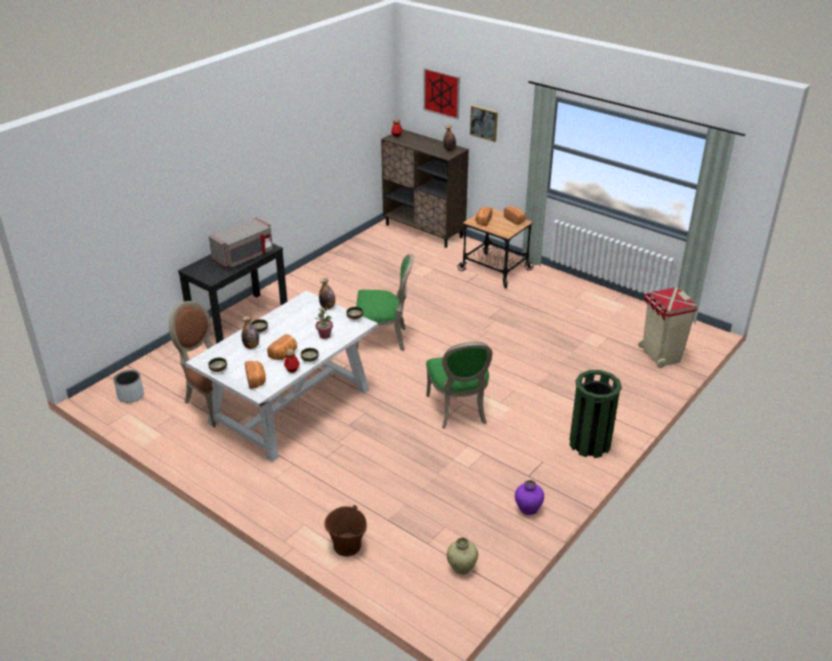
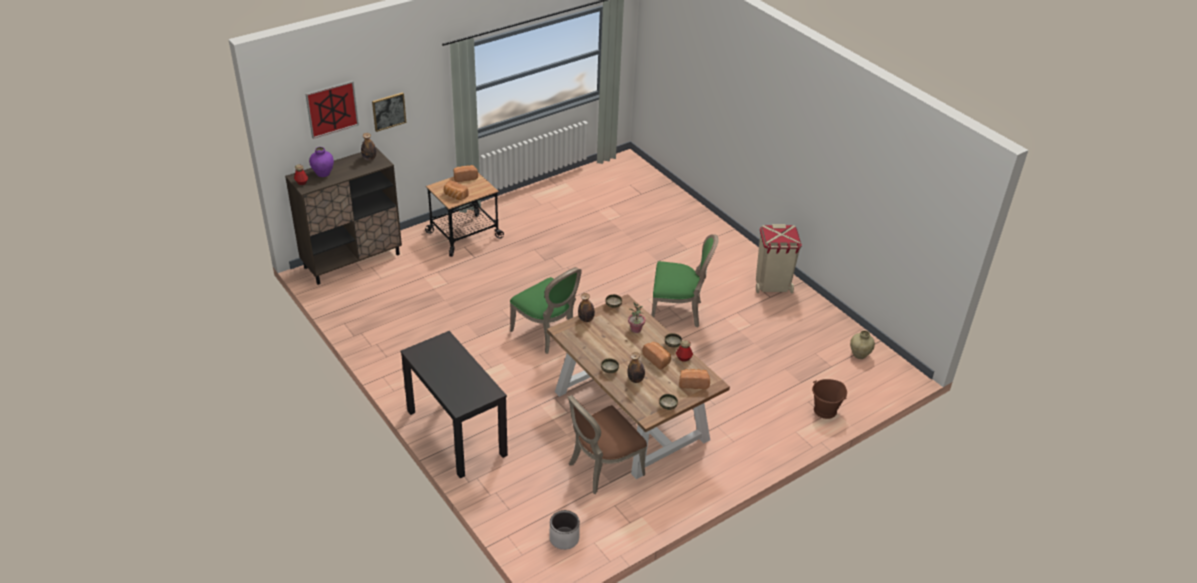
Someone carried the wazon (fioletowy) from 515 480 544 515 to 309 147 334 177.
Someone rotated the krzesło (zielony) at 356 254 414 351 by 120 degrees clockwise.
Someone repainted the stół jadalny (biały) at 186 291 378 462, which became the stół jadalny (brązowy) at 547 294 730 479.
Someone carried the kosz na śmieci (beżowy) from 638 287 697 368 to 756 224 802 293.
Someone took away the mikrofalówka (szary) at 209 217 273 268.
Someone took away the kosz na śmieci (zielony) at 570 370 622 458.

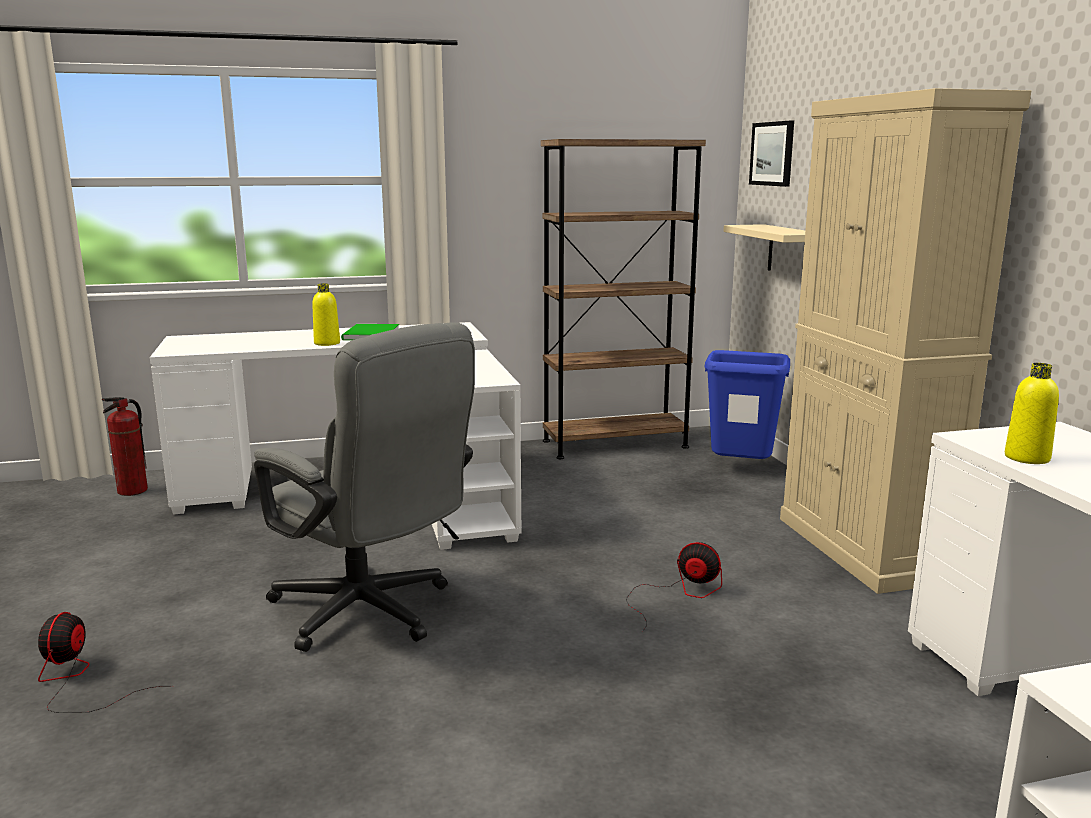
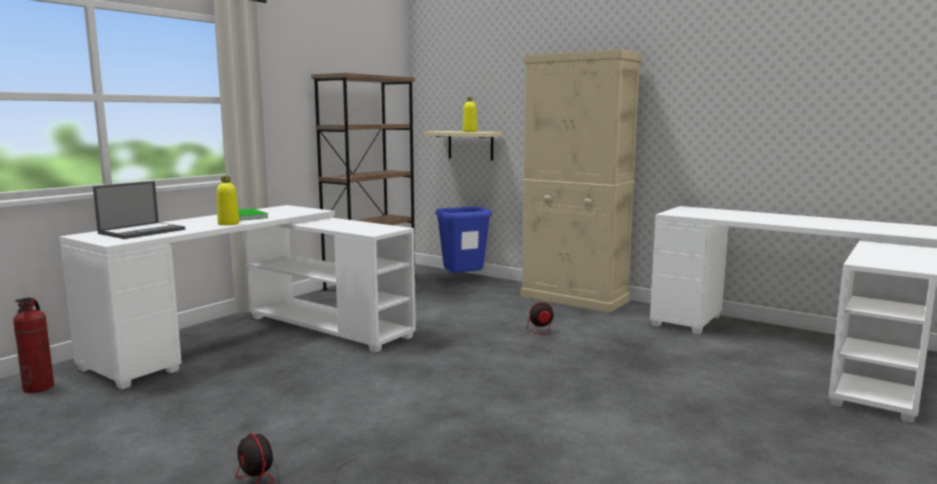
Someone put down the laptop at 93 181 185 239.
Someone carried the butelka (żółty) from 1005 363 1059 464 to 463 97 477 132.
Someone took away the krzesło biurowe (szary) at 254 322 475 652.
Someone took away the obraz at 749 121 794 187.

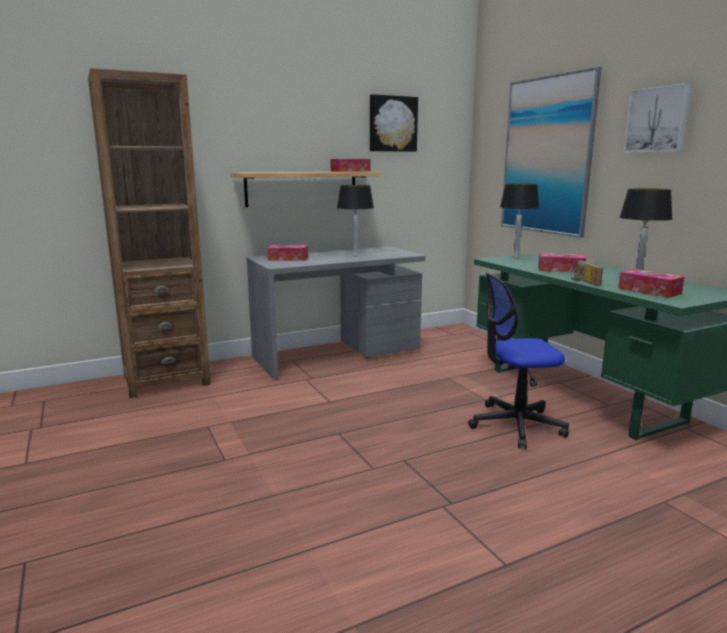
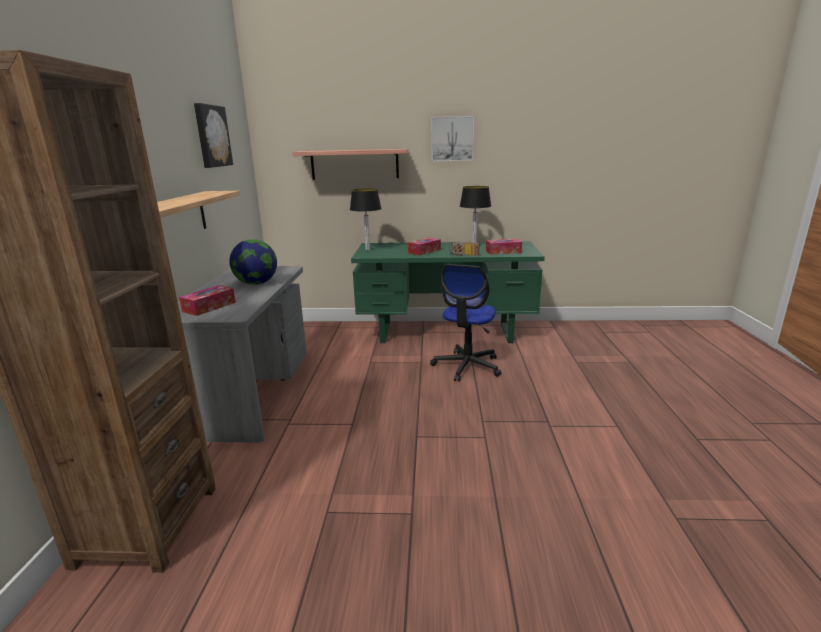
Someone swapped the lampa stołowa at 337 185 374 257 for the globus at 229 239 277 285.
Someone swapped the obraz at 501 66 602 238 for the półka at 292 149 409 180.
Someone took away the pudełko chusteczek at 330 159 370 172.

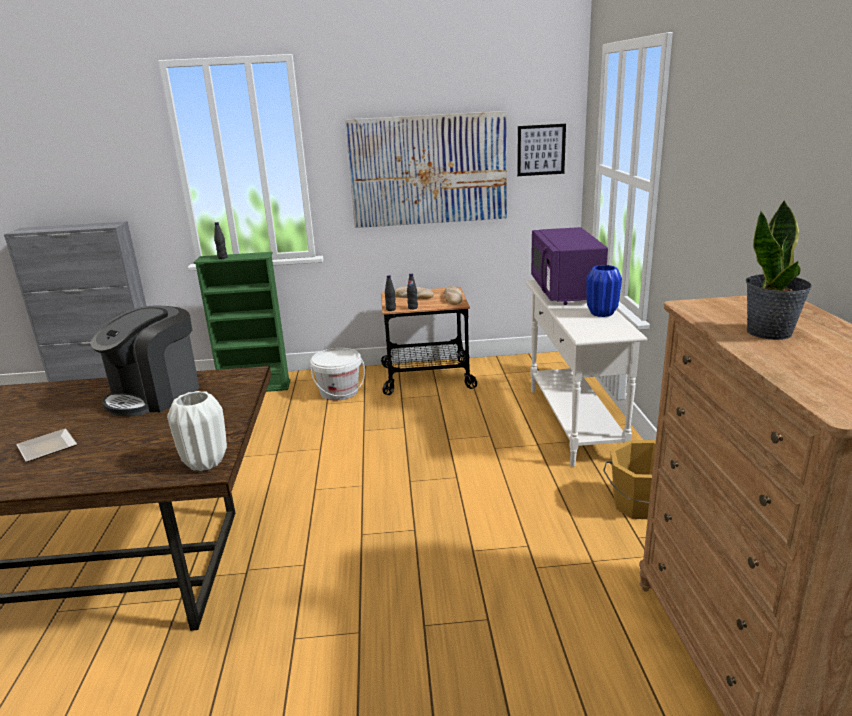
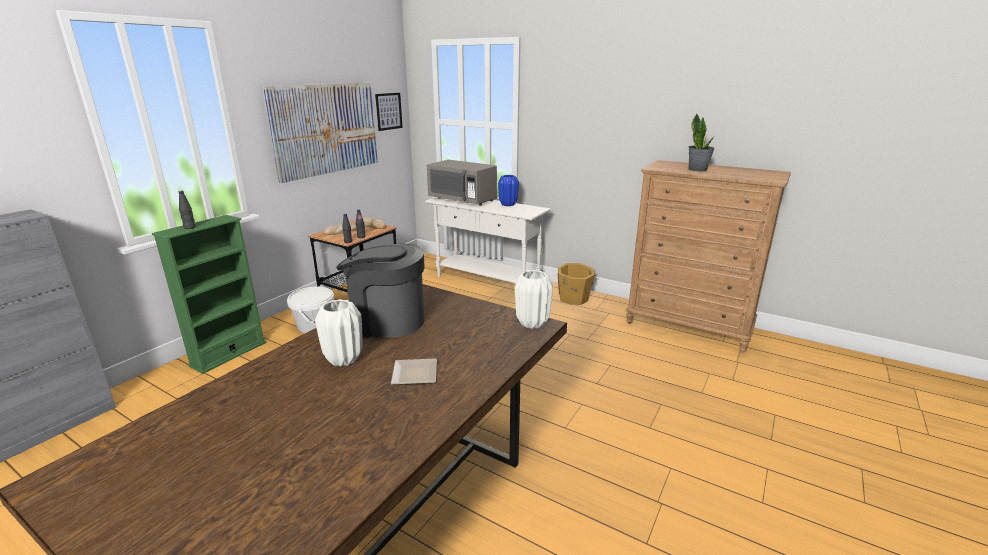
Someone put down the wazon (biały) at 315 299 363 367.
Someone rotated the ekspres do kawy at 91 305 199 416 by 120 degrees clockwise.
Someone repainted the mikrofalówka (fioletowy) at 531 227 608 305, which became the mikrofalówka (szary) at 427 160 497 206.

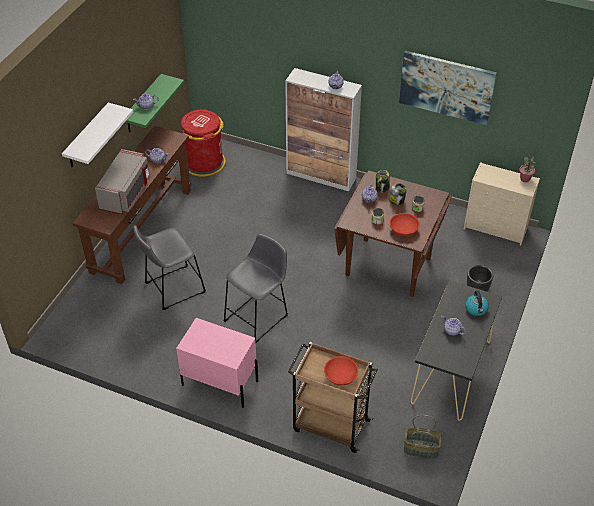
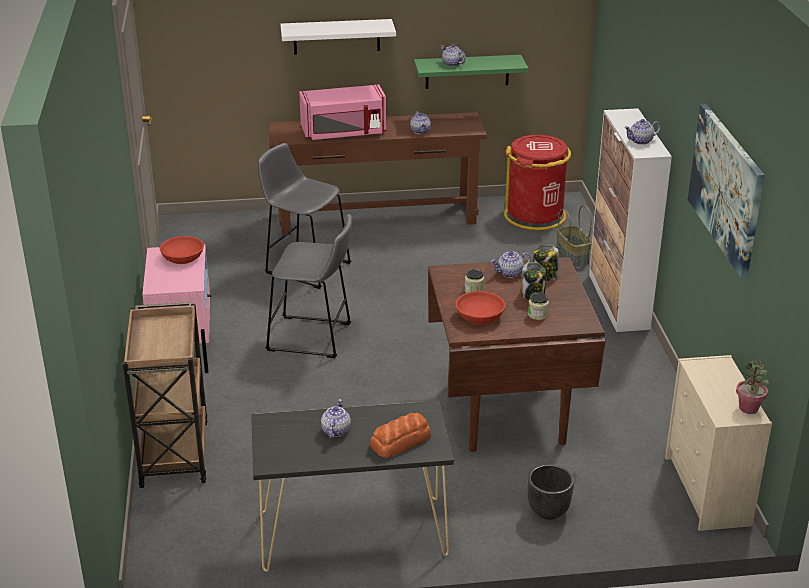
Someone carried the miska (czerwony) from 324 356 358 385 to 160 236 204 264.
Someone repainted the mikrofalówka (szary) at 95 149 150 214, which became the mikrofalówka (różowy) at 299 84 386 140.
Someone swapped the czajnik at 465 291 489 316 for the chleb at 370 412 431 458.
Someone carried the koszyk from 404 415 442 459 to 557 205 592 267.

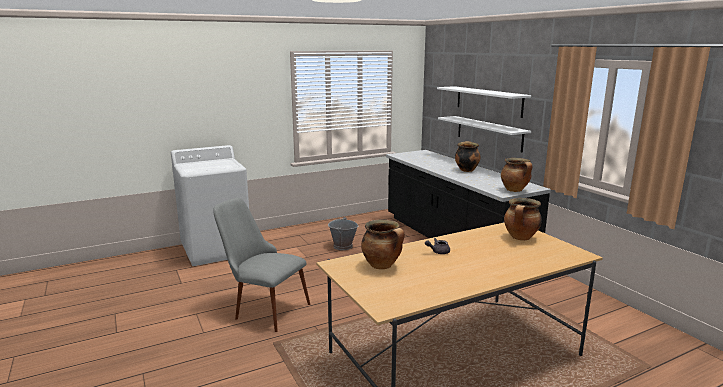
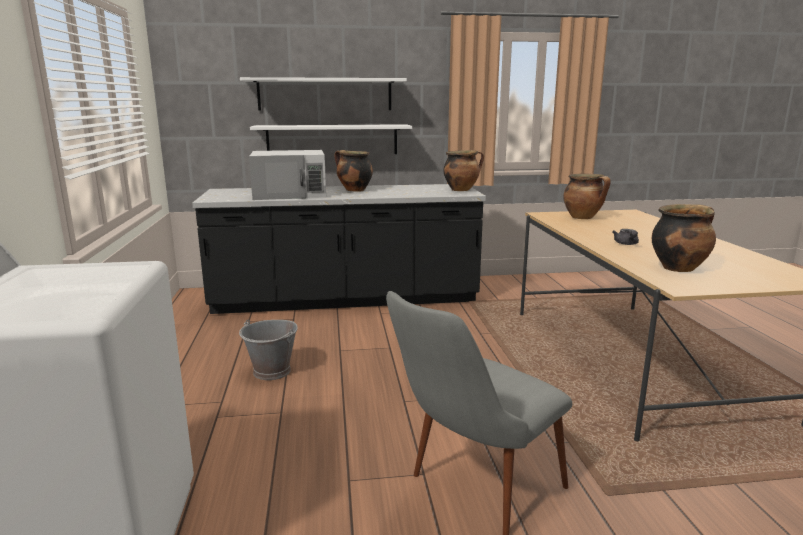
Someone put down the mikrofalówka (biały) at 249 150 326 200.

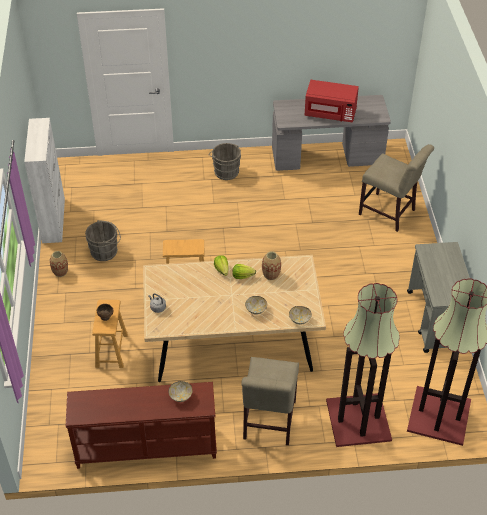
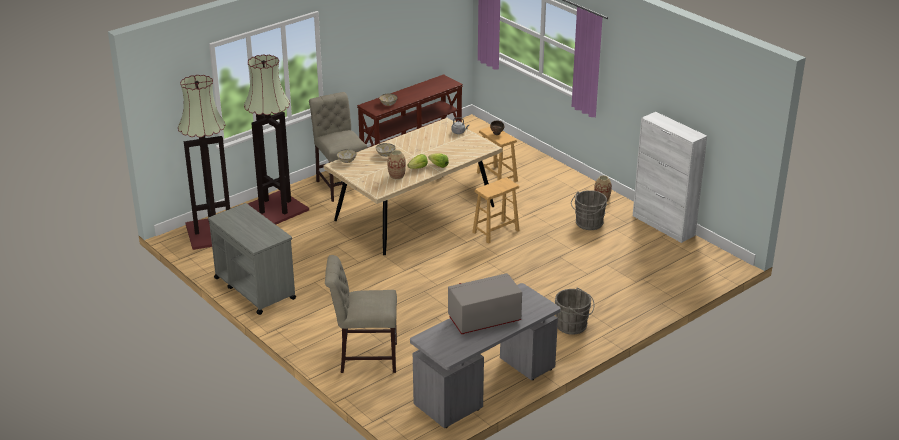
Someone repainted the mikrofalówka (czerwony) at 304 80 359 122, which became the mikrofalówka (szary) at 448 273 522 334.

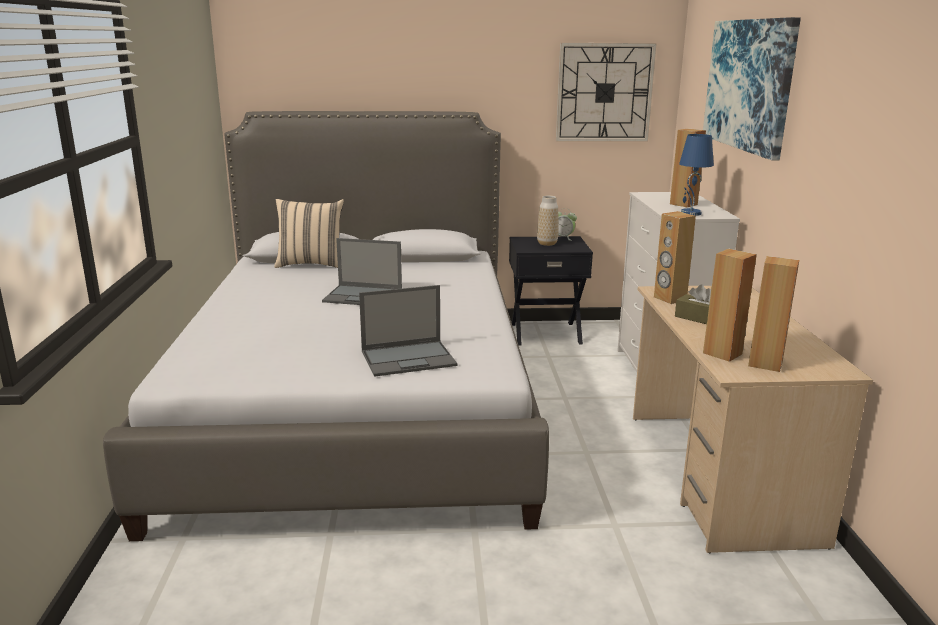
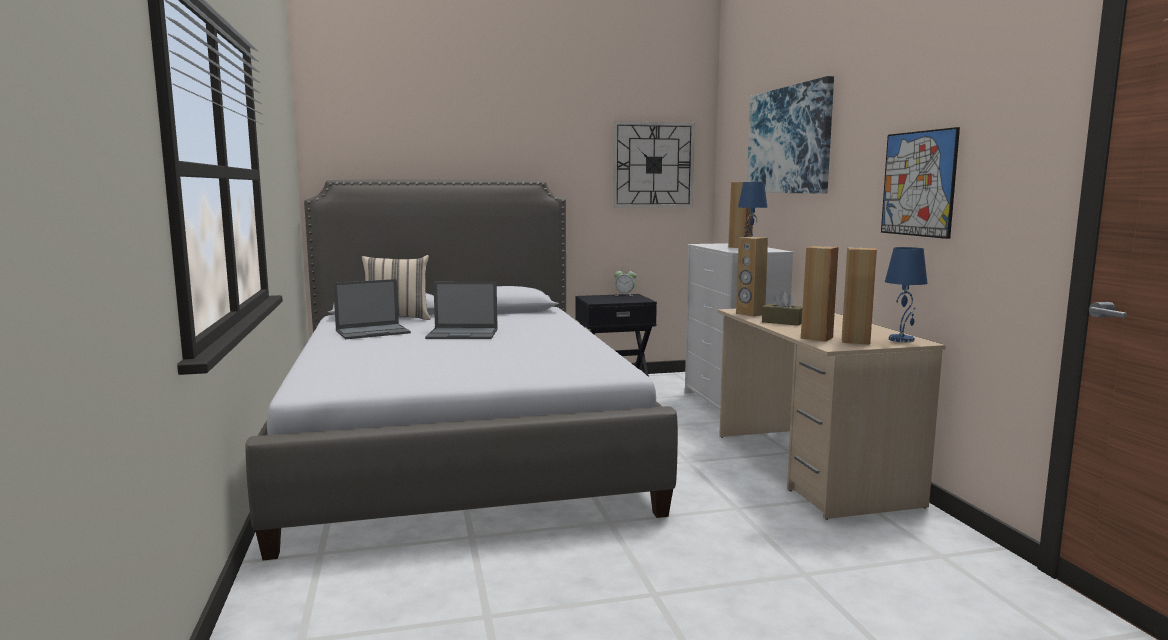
Someone carried the laptop from 359 285 457 377 to 333 279 411 339.
Someone put up the obraz at 881 127 960 239.
Someone put down the lampa stołowa (niebieski) at 885 247 928 343.
Someone took away the wazon at 537 196 558 246.

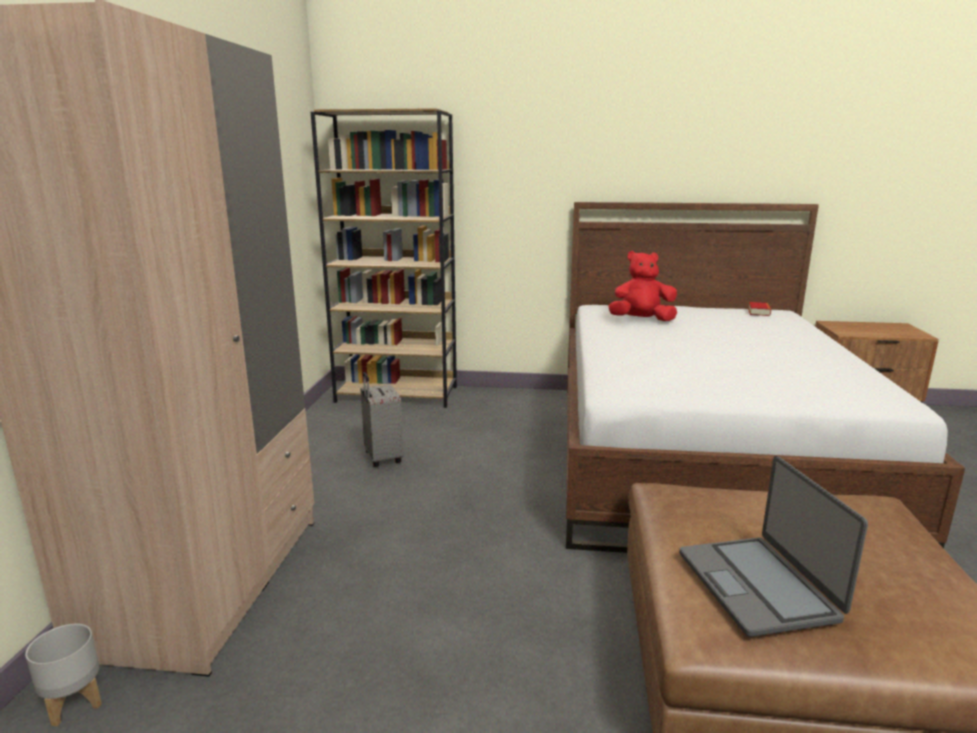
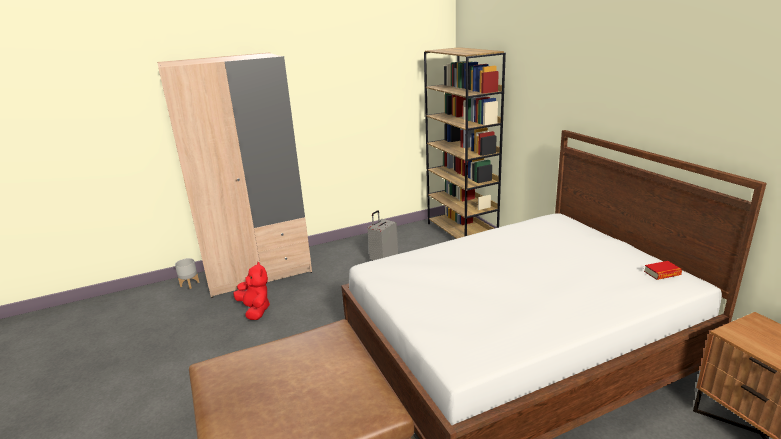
Someone carried the pluszak (czerwony) from 608 251 677 321 to 233 262 270 320.
Someone took away the laptop at 679 456 868 637.

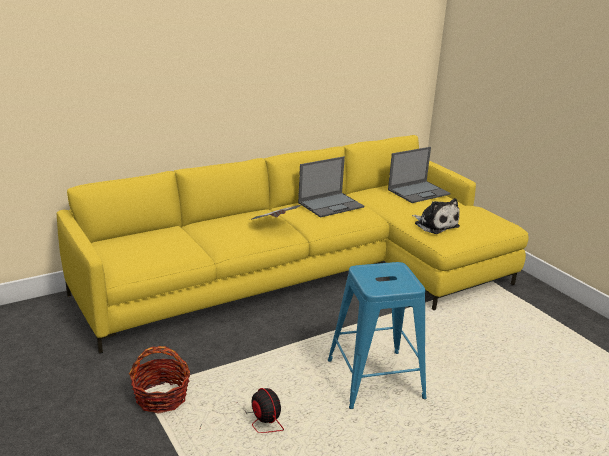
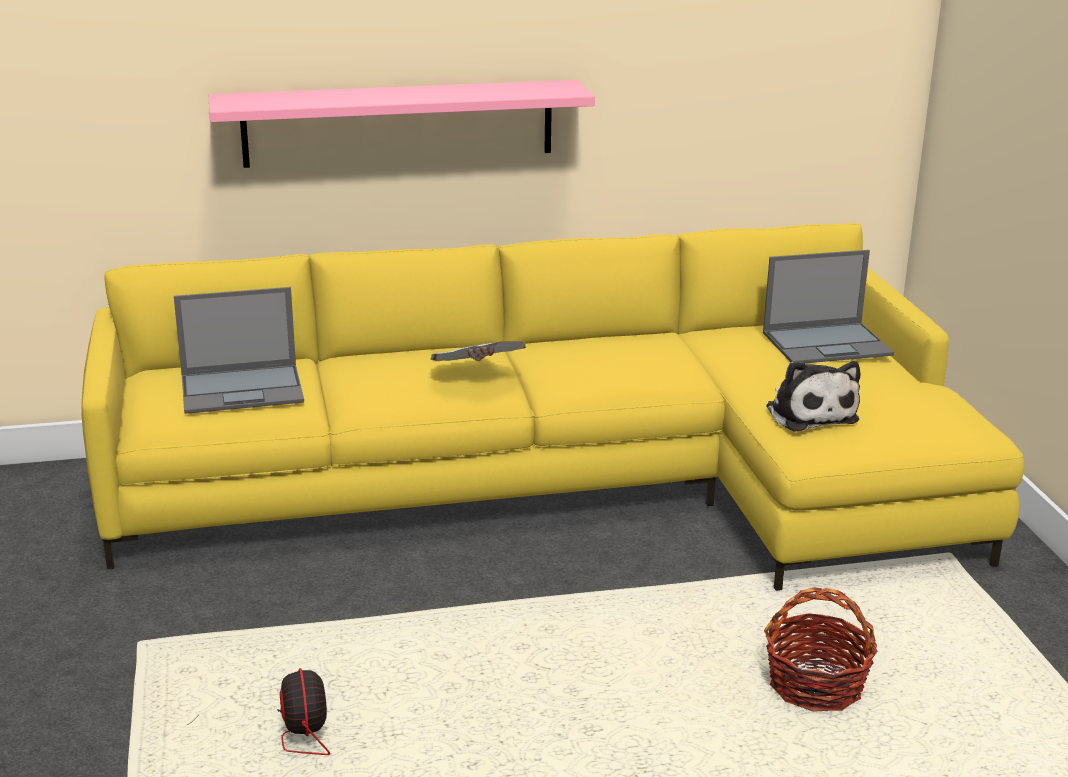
Someone carried the laptop from 298 156 364 218 to 174 287 304 414.
Someone put up the półka (różowy) at 209 80 595 168.
Someone carried the koszyk from 129 346 190 414 to 764 588 878 712.
Someone took away the stołek (niebieski) at 328 262 427 409.

